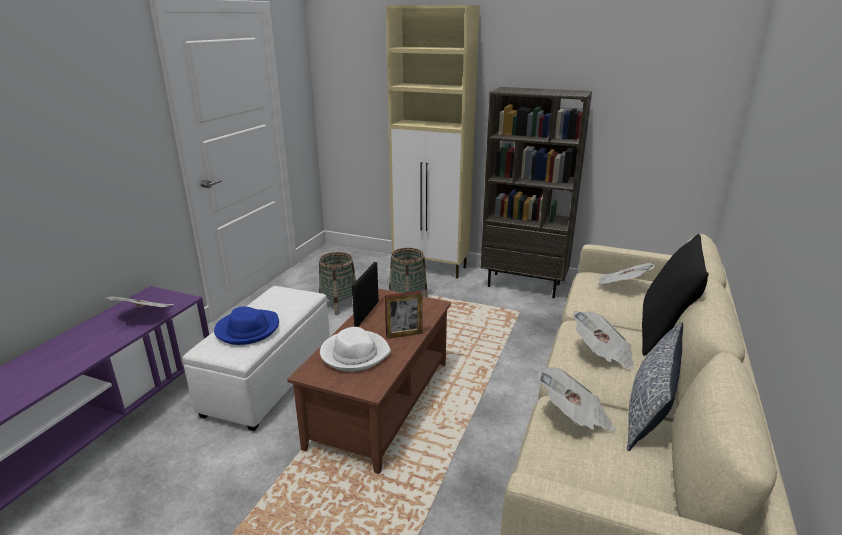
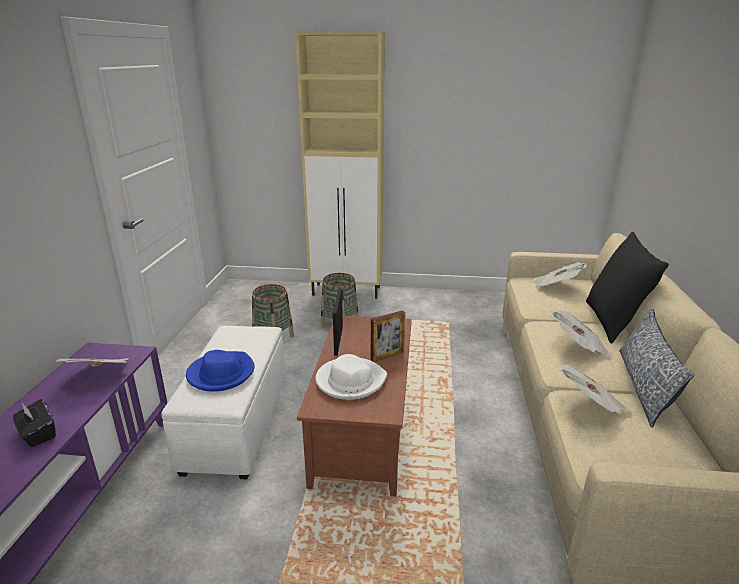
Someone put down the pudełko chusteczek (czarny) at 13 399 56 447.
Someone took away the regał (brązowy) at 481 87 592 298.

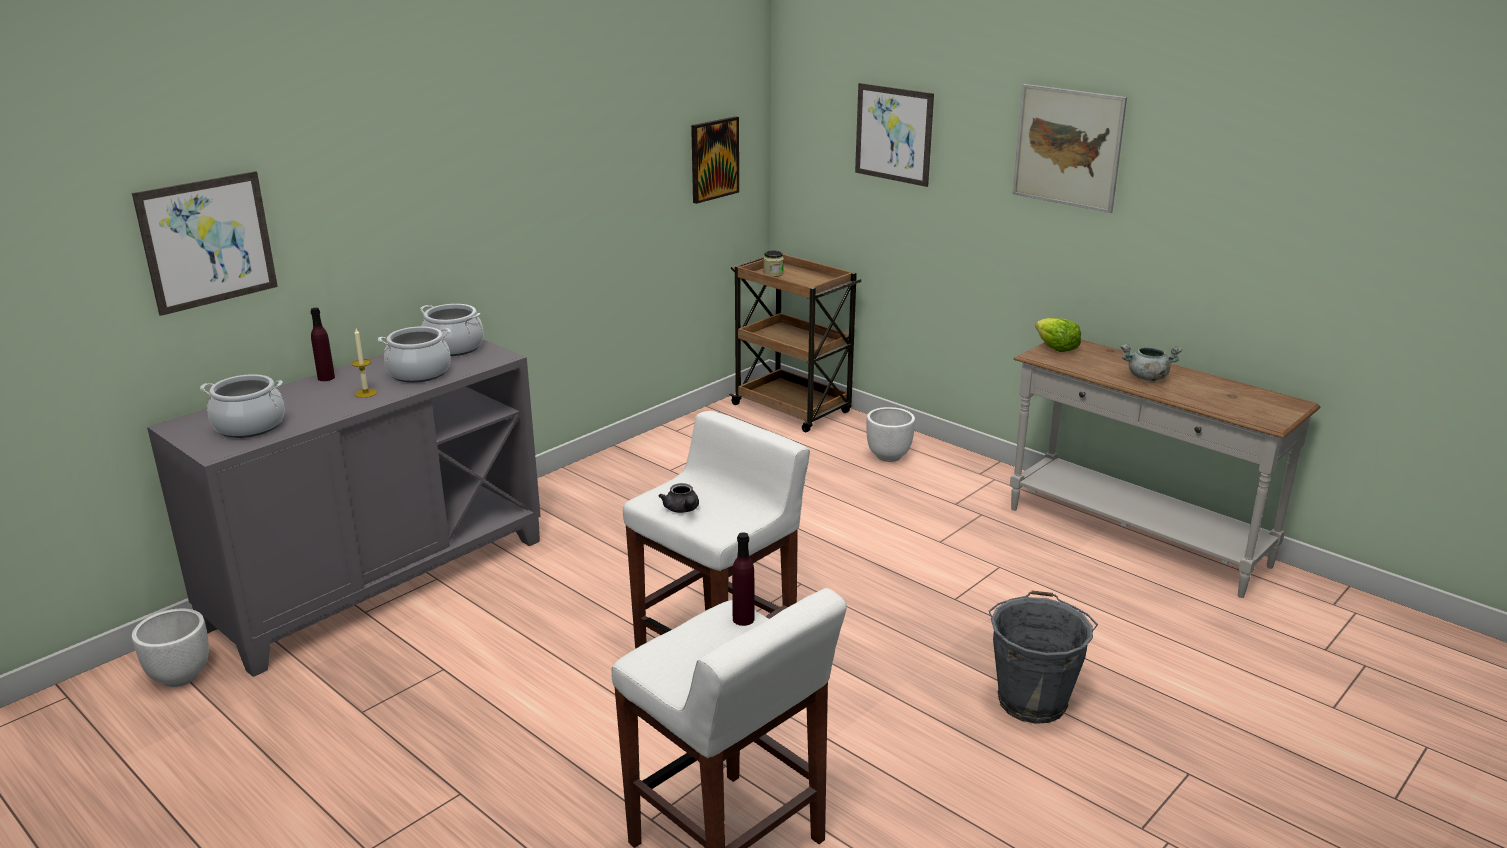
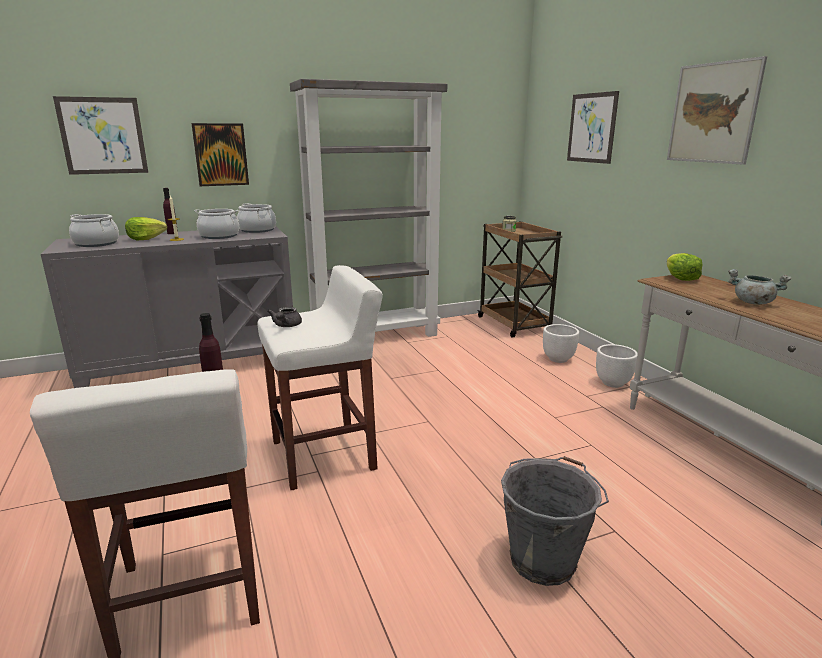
Someone put down the sałata at 125 217 167 240.
Someone carried the obraz from 691 116 739 204 to 191 123 249 186.
Someone put down the regał (szary) at 290 79 447 337.
Someone carried the donica (biały) from 132 608 209 687 to 596 344 638 388.

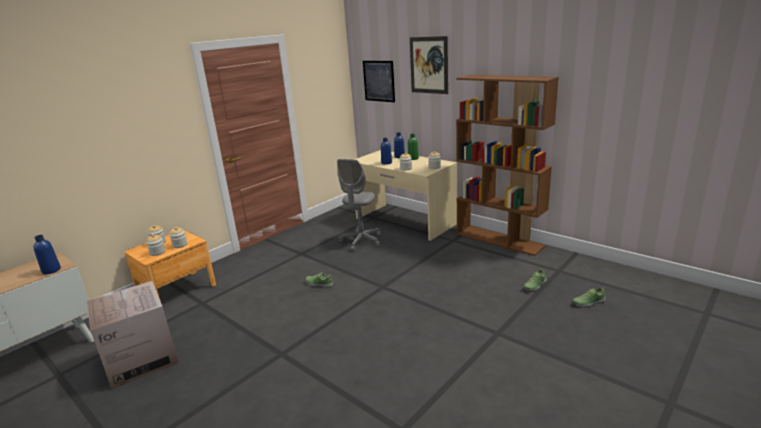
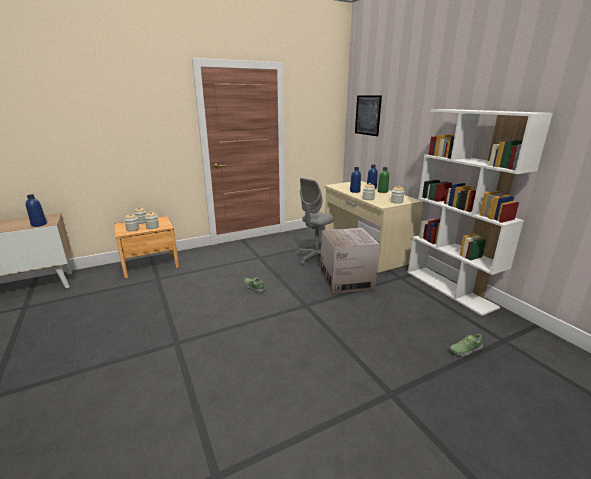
Someone carried the karton from 87 281 179 389 to 320 228 380 294.
Someone repainted the regał (brązowy) at 456 75 559 256, which became the regał (biały) at 408 109 553 316.
Someone took away the obraz at 410 36 448 94.
Someone took away the but at 573 288 606 308.

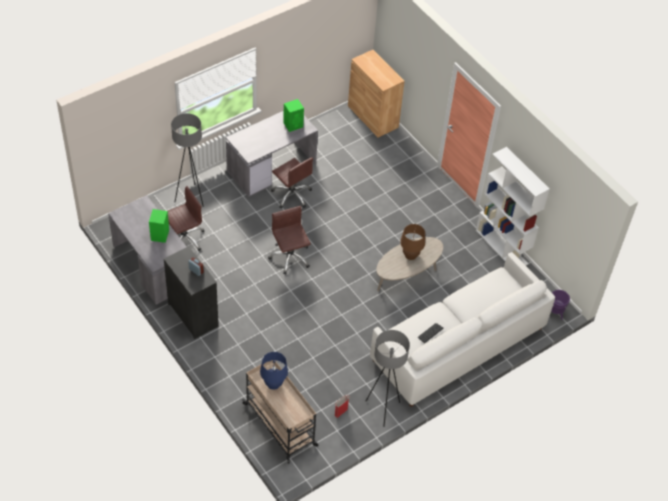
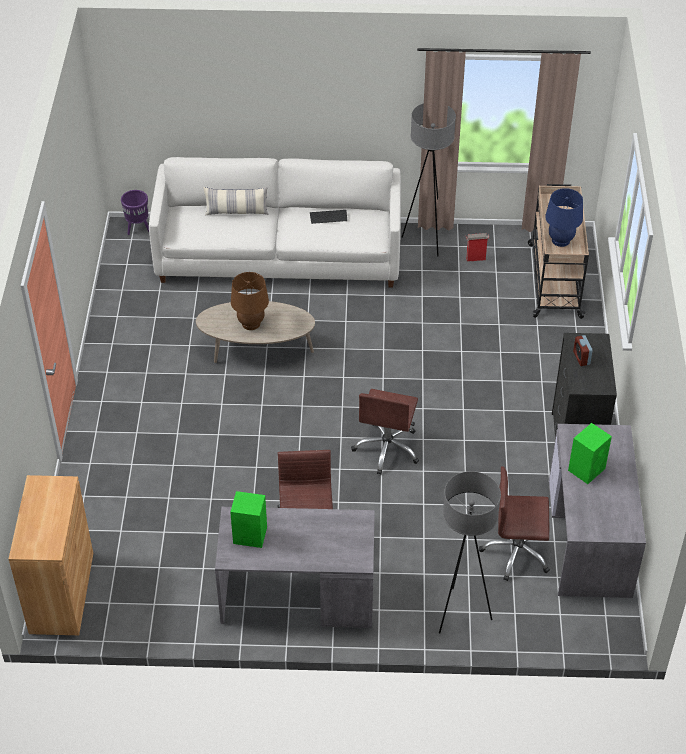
Someone put down the poduszka at 204 187 269 215.
Someone took away the regał (biały) at 476 147 550 265.

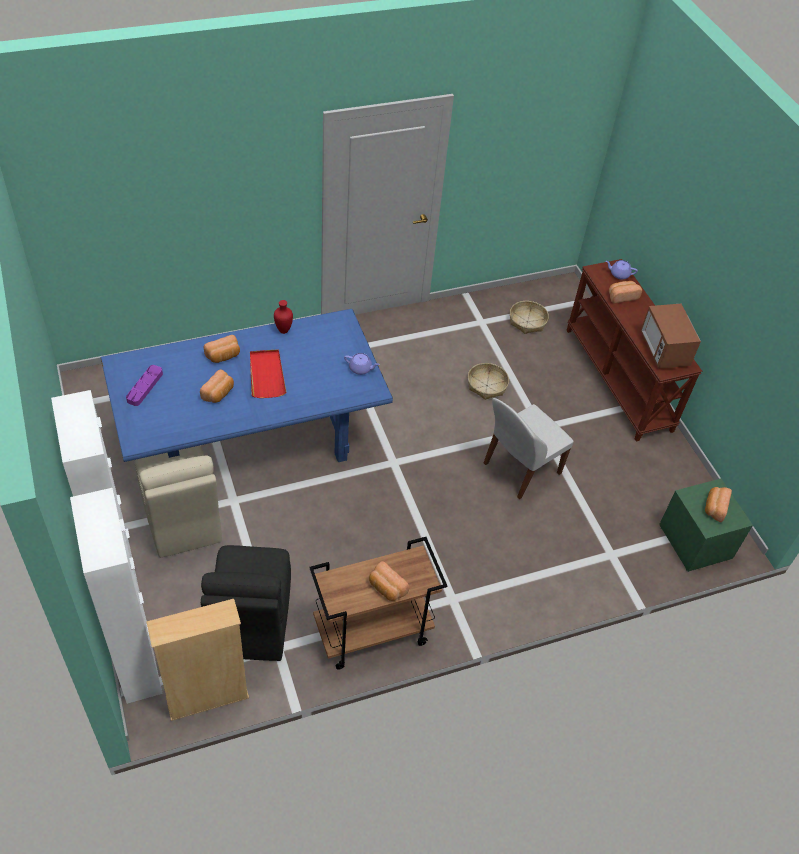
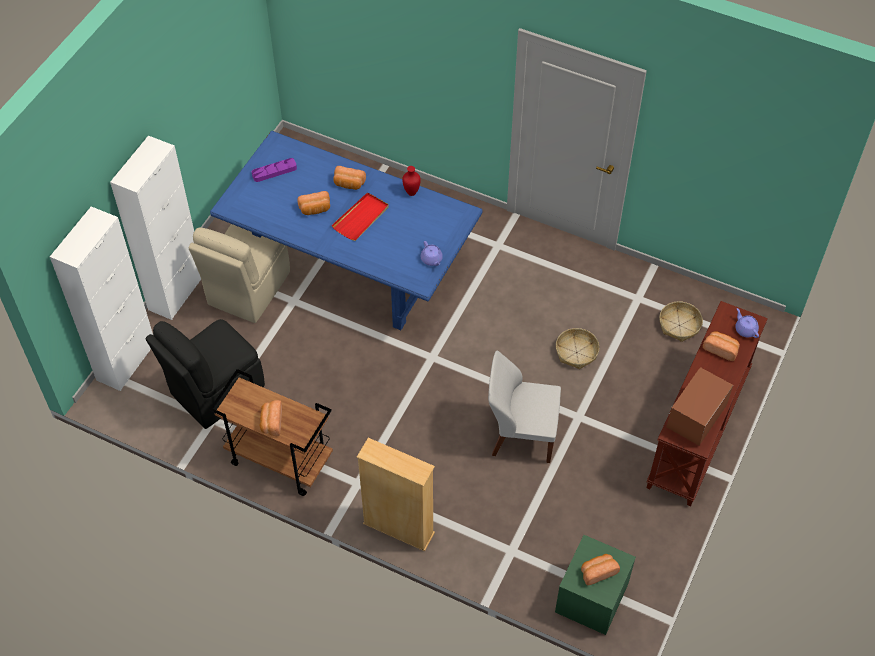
Someone carried the regał (beżowy) from 146 599 249 721 to 357 438 435 551.

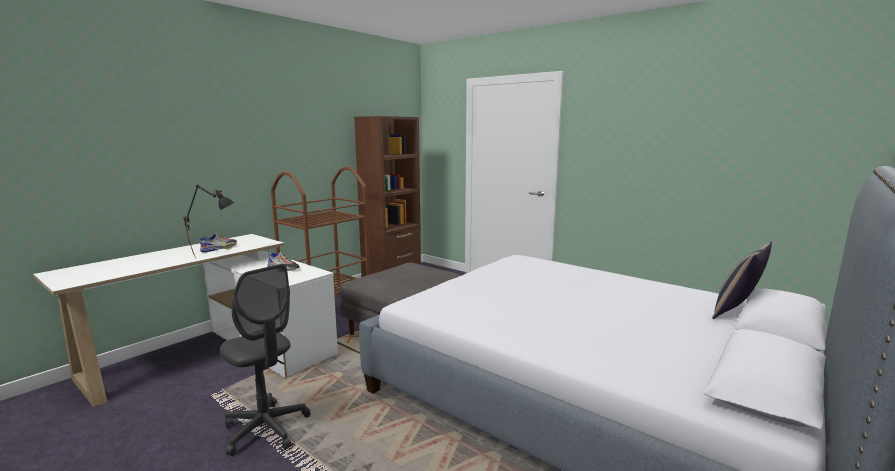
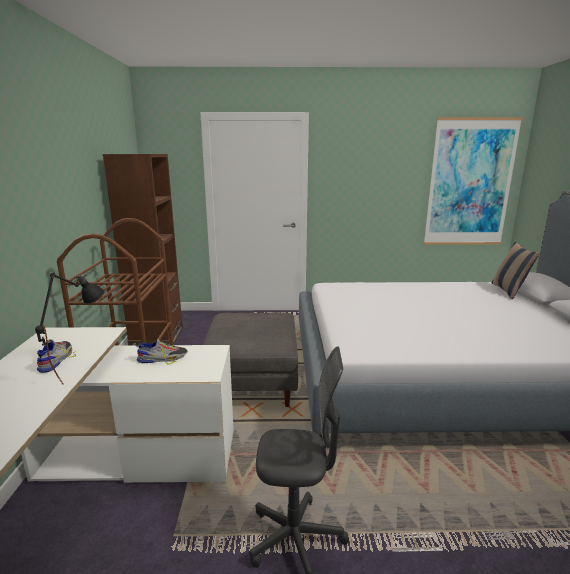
Someone put up the obraz at 423 117 523 245.

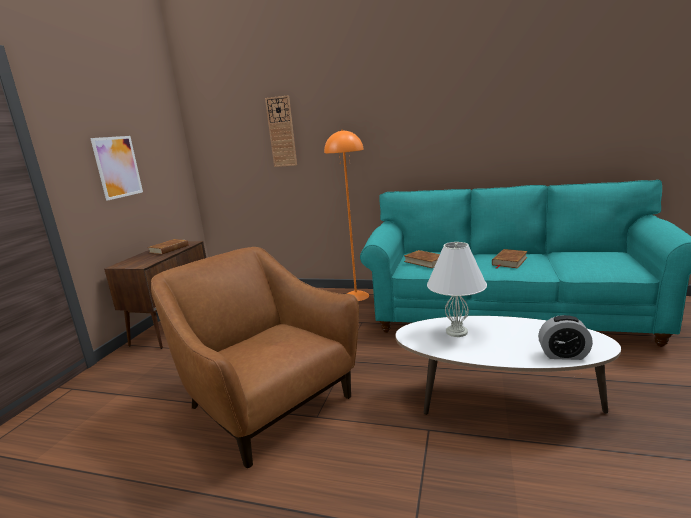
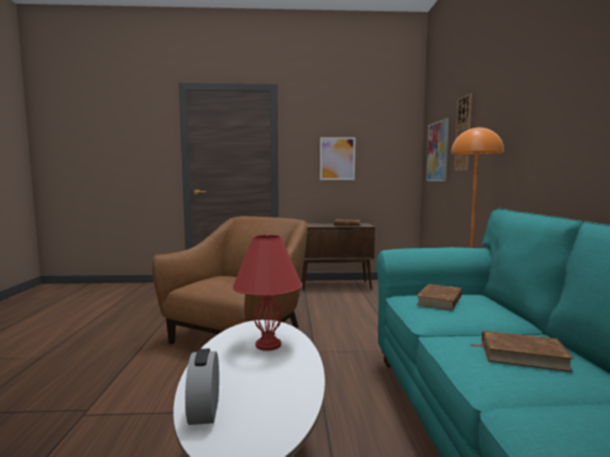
Someone repainted the lampa stołowa (biały) at 427 242 487 337, which became the lampa stołowa (czerwony) at 232 234 302 351.
Someone put up the obraz at 426 118 449 181.

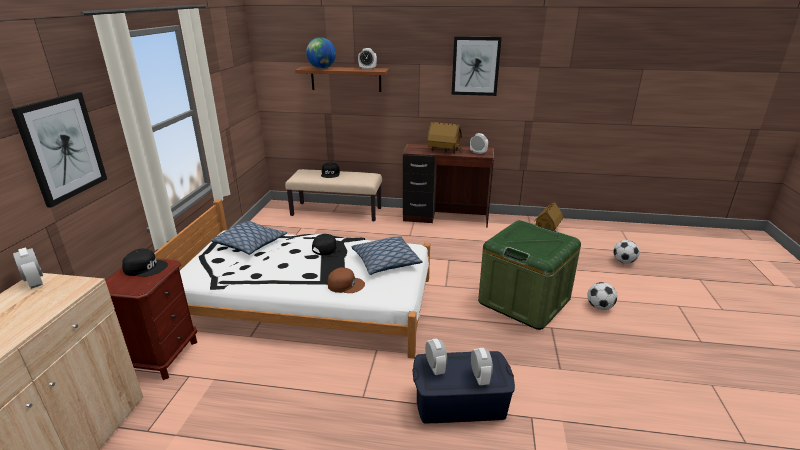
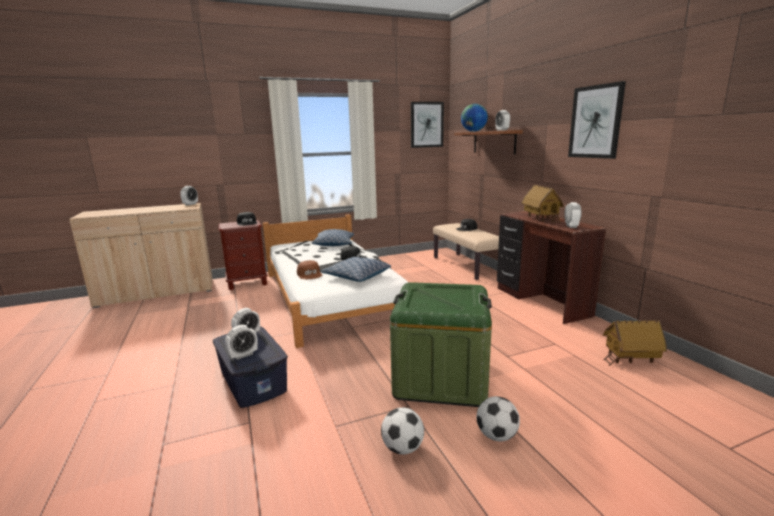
Someone carried the piłka futbolowa from 613 240 639 264 to 381 407 424 455.
Someone carried the obraz from 11 92 107 208 to 411 102 444 148.

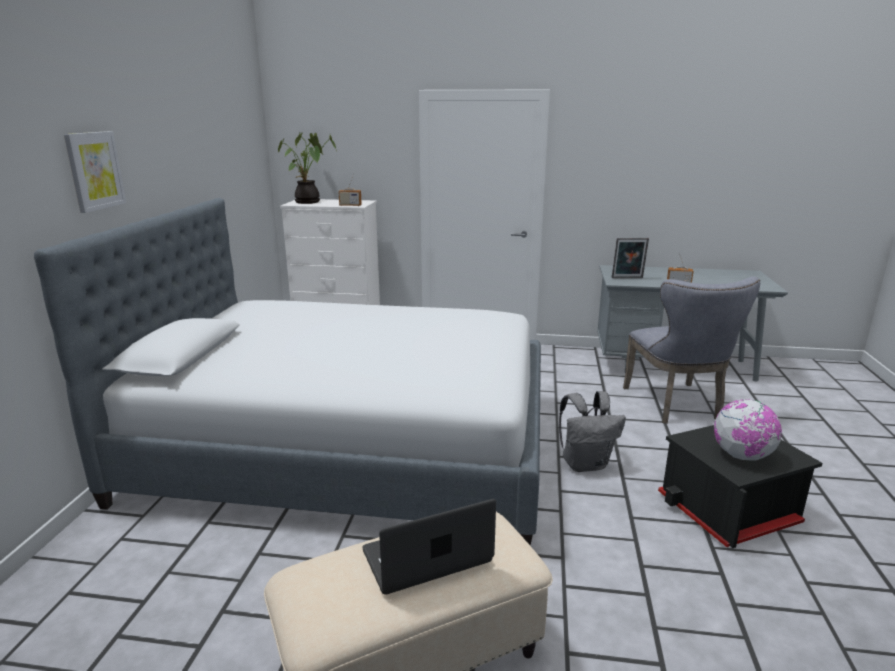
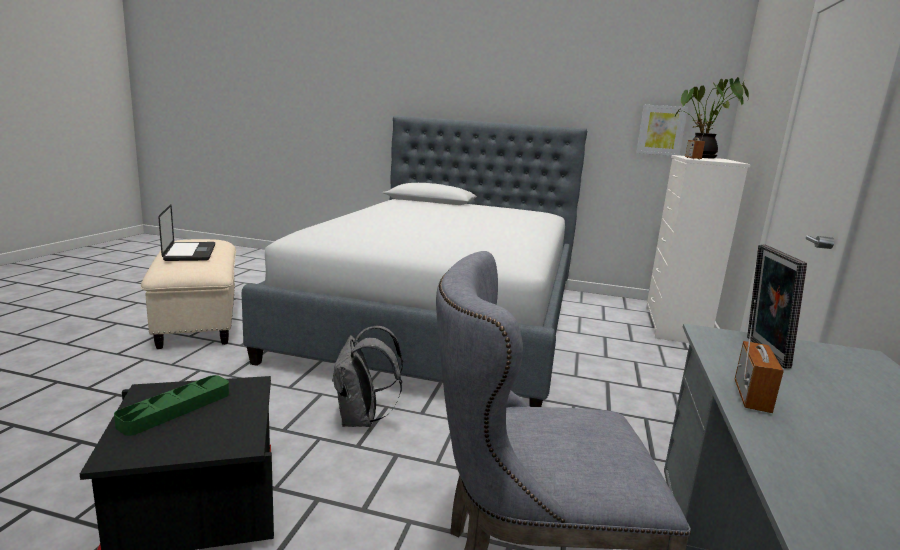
Someone swapped the globus at 714 399 782 461 for the taca (zielony) at 114 375 229 436.
Someone carried the obraz from 64 131 126 213 to 636 105 688 156.

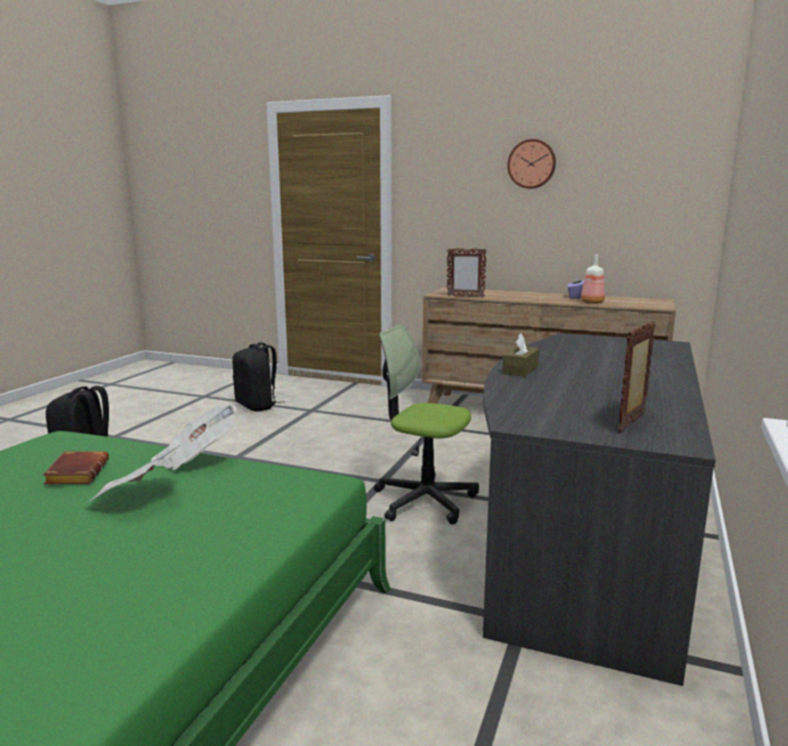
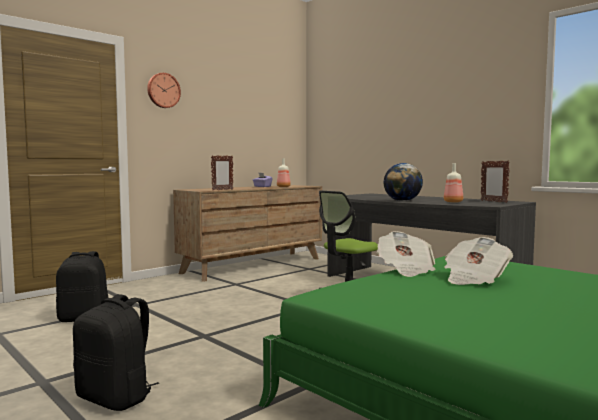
Someone carried the zegar ścienny from 507 139 556 189 to 147 73 181 108.
Someone swapped the pudełko chusteczek (brązowy) at 502 333 539 377 for the globus at 384 163 423 201.
Someone put down the butelka at 444 163 463 203.
Someone took away the książka (brązowy) at 43 451 109 484.

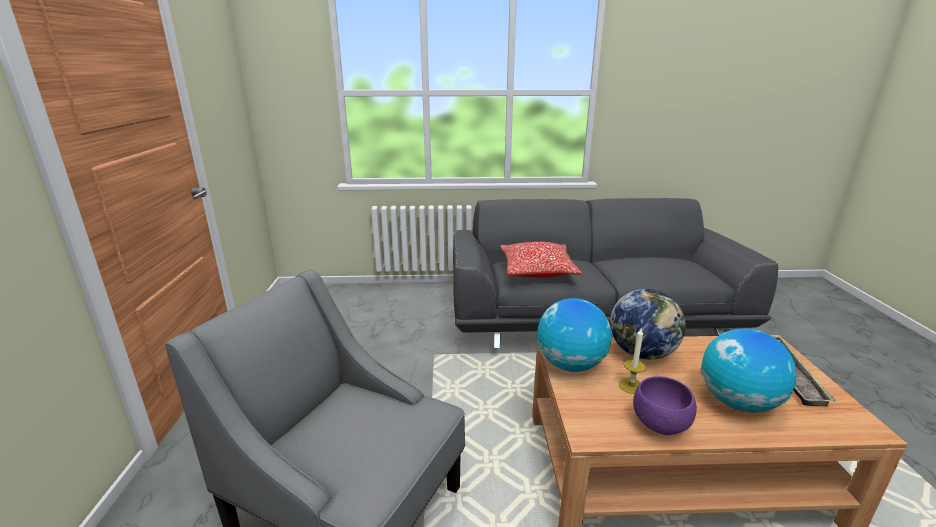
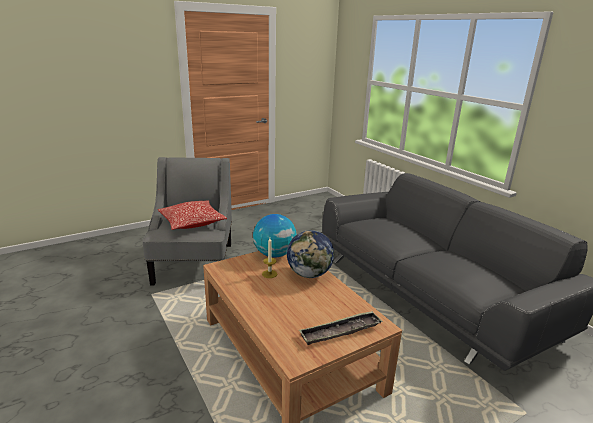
Someone carried the poduszka from 500 242 582 277 to 158 200 227 230.
Someone took away the miska (fioletowy) at 633 376 697 435.
Someone took away the globus at 701 329 796 412.

